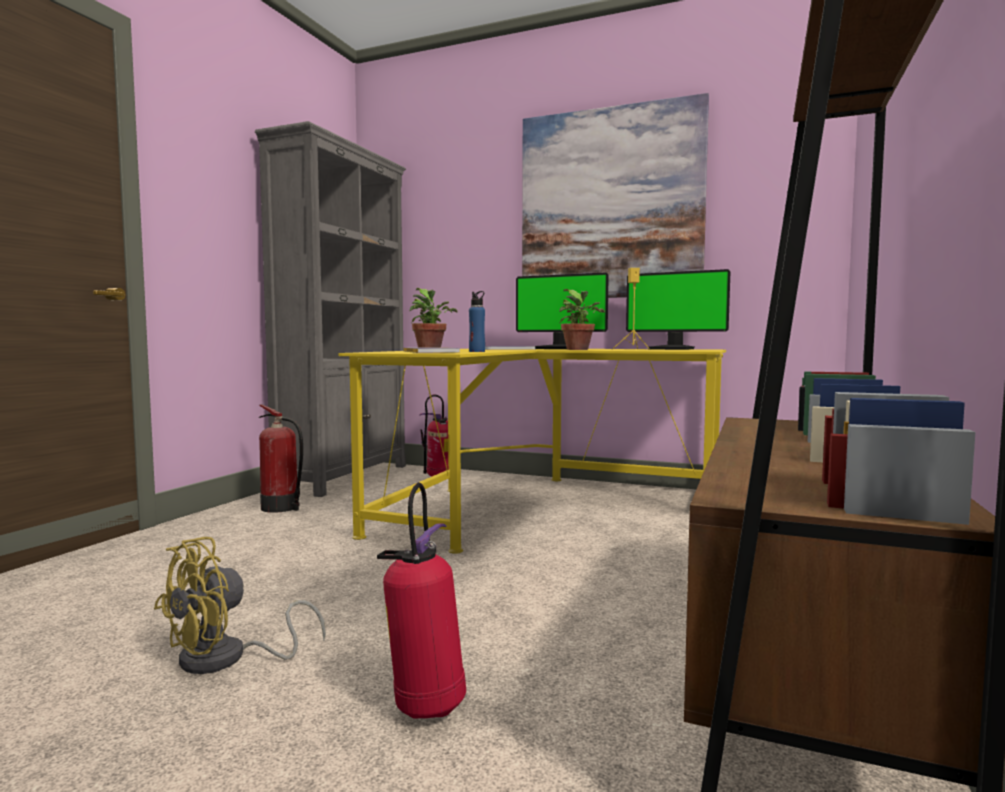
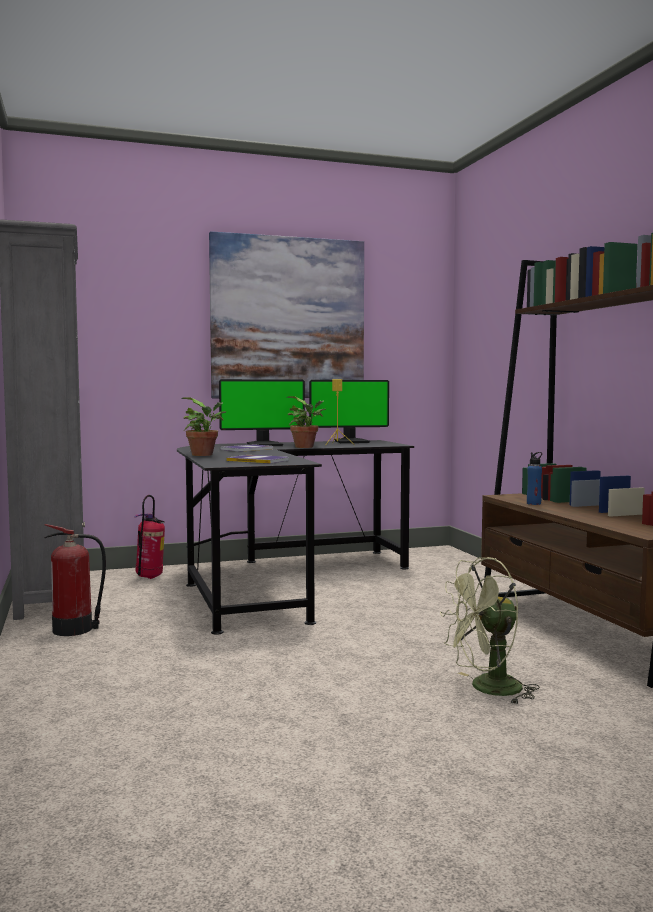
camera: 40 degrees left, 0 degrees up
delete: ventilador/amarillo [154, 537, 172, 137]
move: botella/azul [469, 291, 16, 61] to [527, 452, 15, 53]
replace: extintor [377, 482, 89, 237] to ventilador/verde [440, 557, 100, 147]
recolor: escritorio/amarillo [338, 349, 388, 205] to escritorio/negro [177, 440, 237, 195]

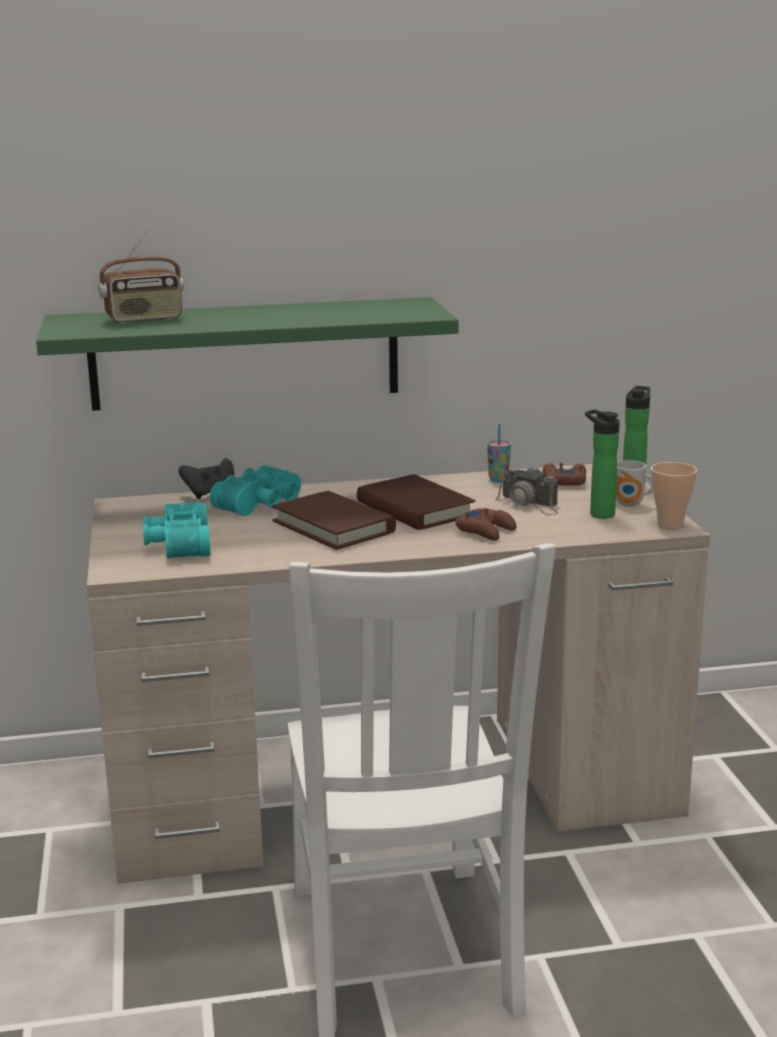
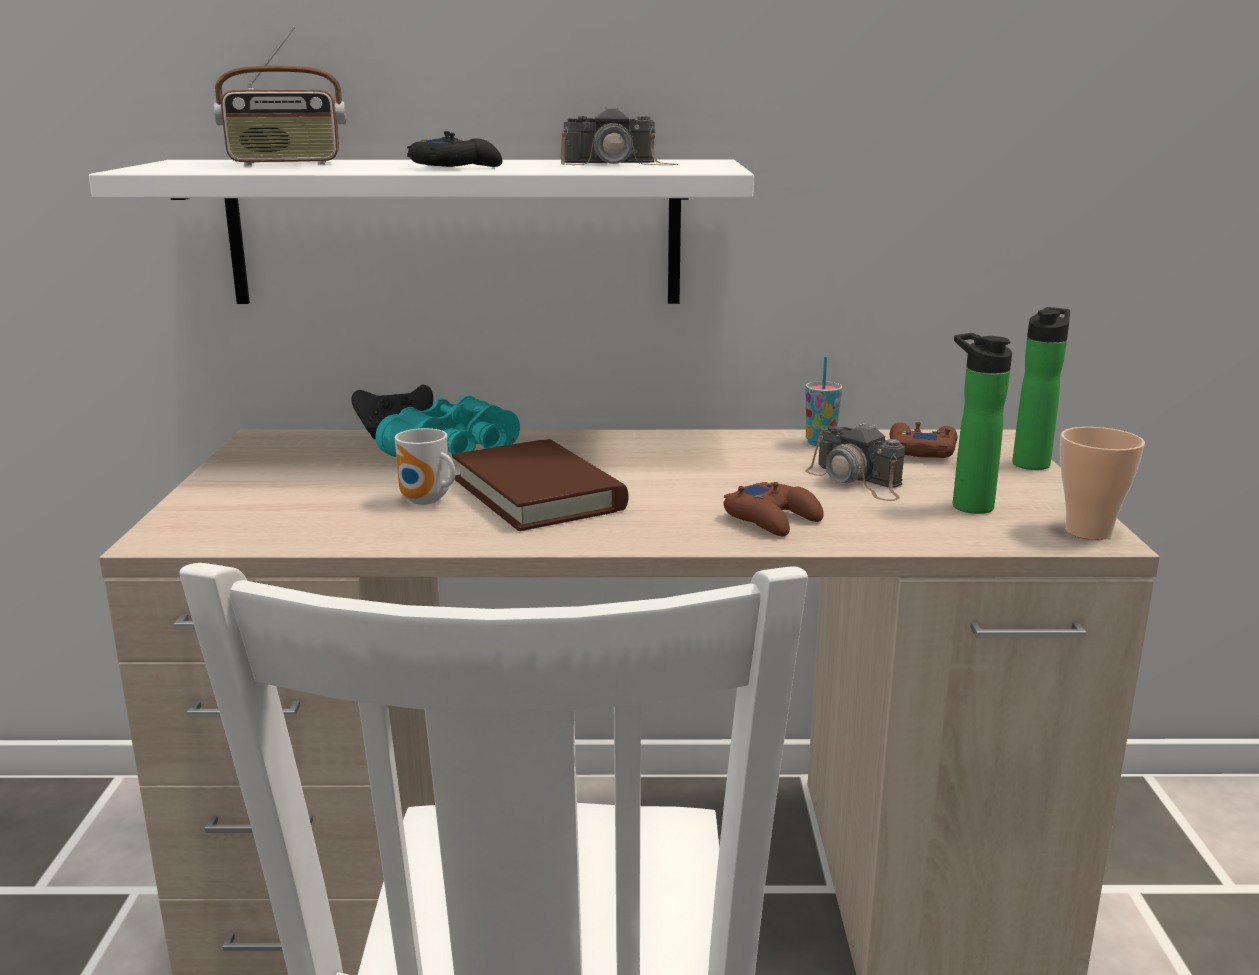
camera: 10 degrees right, 0 degrees up
delete: prismáticos/turquesa [143, 502, 68, 57]; libro/marrón [357, 474, 118, 56]
insert: mando de consola/negro [407, 131, 95, 36]; cámara [561, 107, 117, 58]
move: taza grande [616, 460, 36, 47] to [395, 428, 60, 77]
recolor: estante/verde [36, 297, 423, 114] to estante/blanco [89, 160, 665, 144]

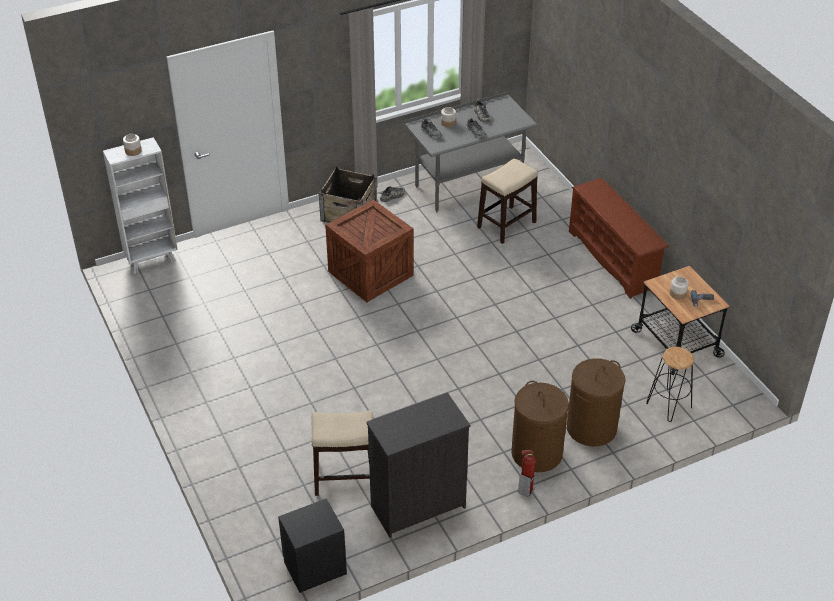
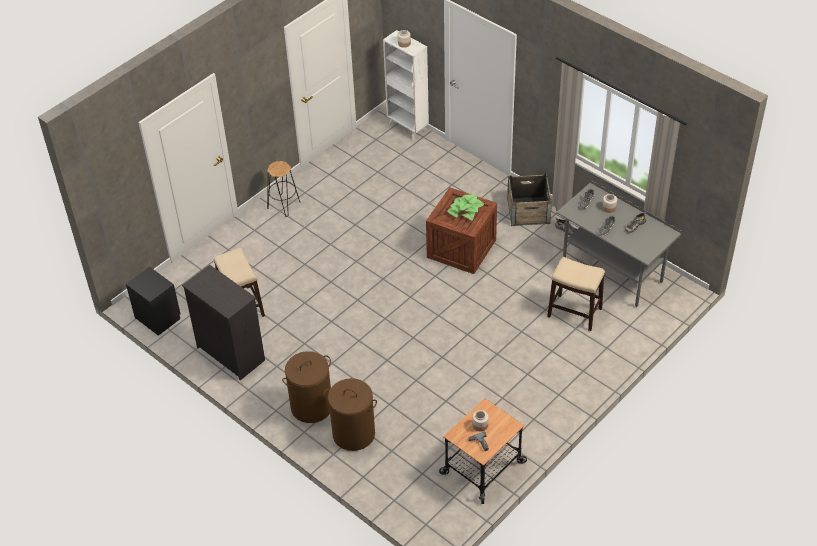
camera: 70 degrees right, 5 degrees up
delete: extintor [518, 450, 17, 47]; zapatero/marrón [569, 178, 100, 121]
insert: planta en maceta [447, 195, 37, 25]
move: taburete/negro [646, 347, 49, 75] to [267, 161, 33, 56]

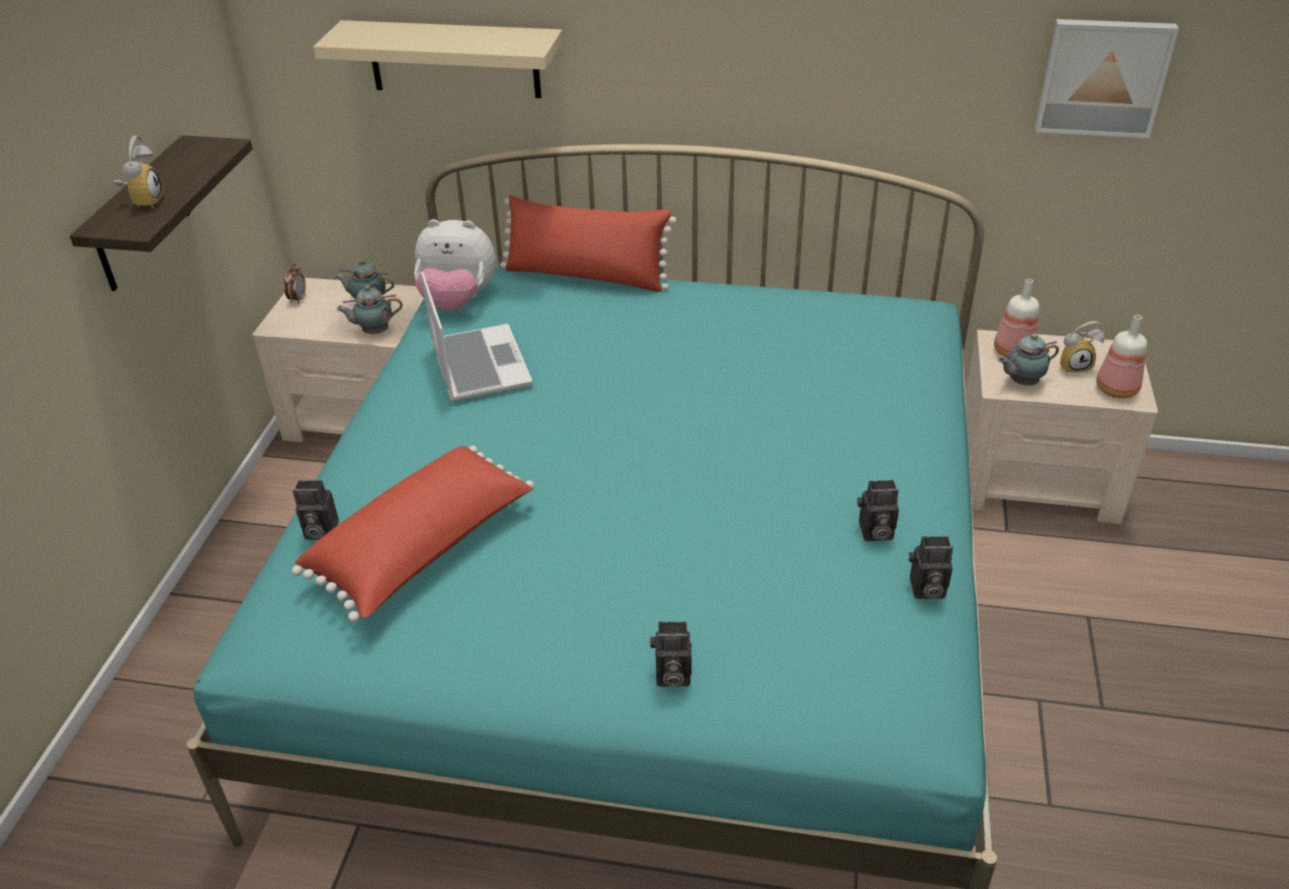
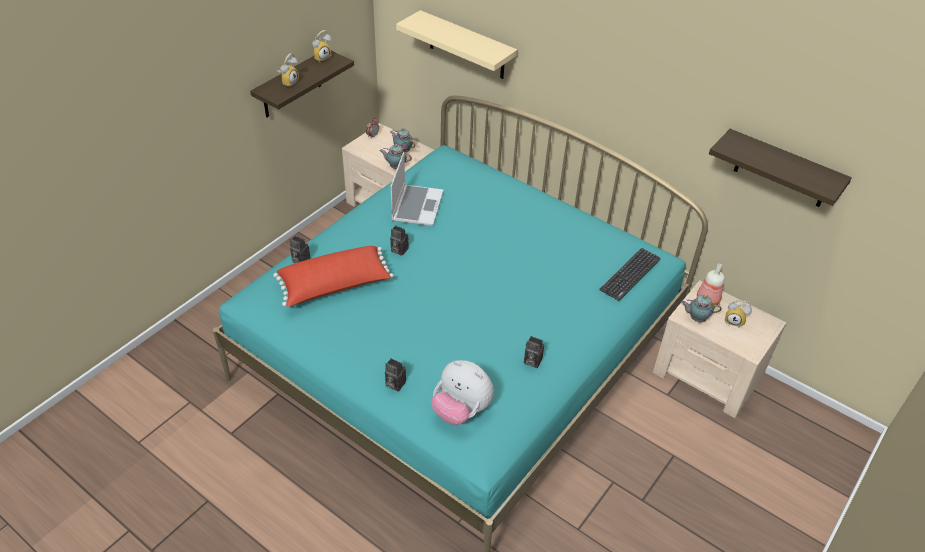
camera: 25 degrees right, 5 degrees up
delete: cojín/rojo [500, 195, 176, 97]; botella [1096, 315, 51, 83]
insert: despertador [312, 30, 20, 32]; teclado [599, 248, 62, 53]
move: peluche [414, 219, 82, 92] to [431, 360, 63, 65]; cámara [909, 536, 44, 63] to [390, 226, 19, 30]
replace: cuadro [1035, 19, 144, 119] to estante [709, 129, 143, 78]

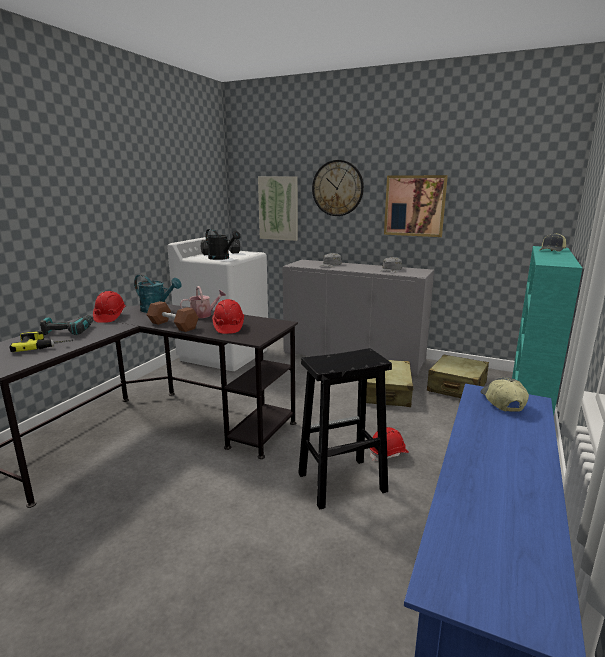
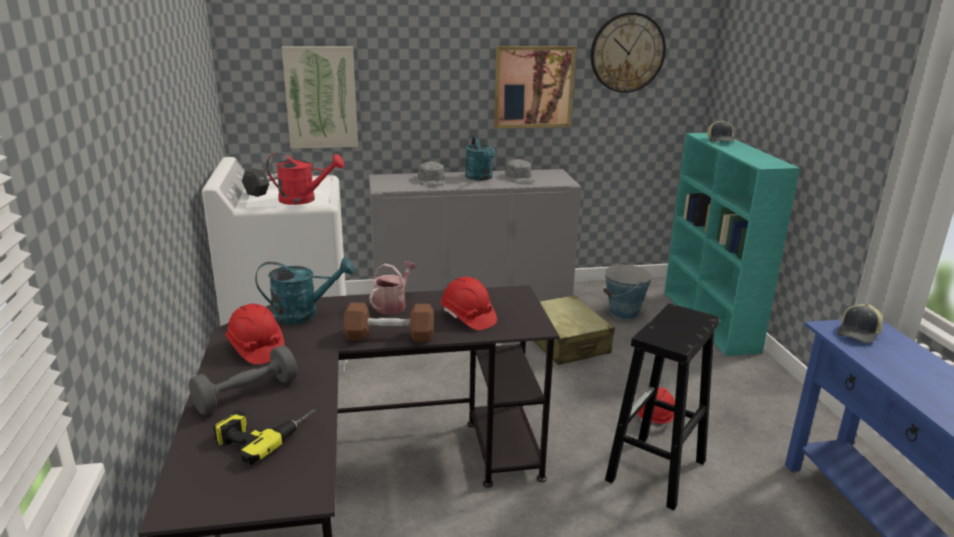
camera: 35 degrees left, 5 degrees up
insert: regadera/turquesa [465, 136, 31, 45]
move: reloj de pared [312, 160, 52, 56] to [590, 12, 76, 81]
replace: taladro [40, 315, 54, 20] to mancuerna/gris [189, 345, 108, 70]; maleta/beis [427, 355, 62, 43] to cubo [603, 263, 49, 57]
recolor: regadera/negro [205, 229, 35, 31] to regadera/rojo [266, 153, 78, 52]
rotate: gorra [481, 377, 48, 35] = [837, 304, 46, 40] 105 degrees counterclockwise

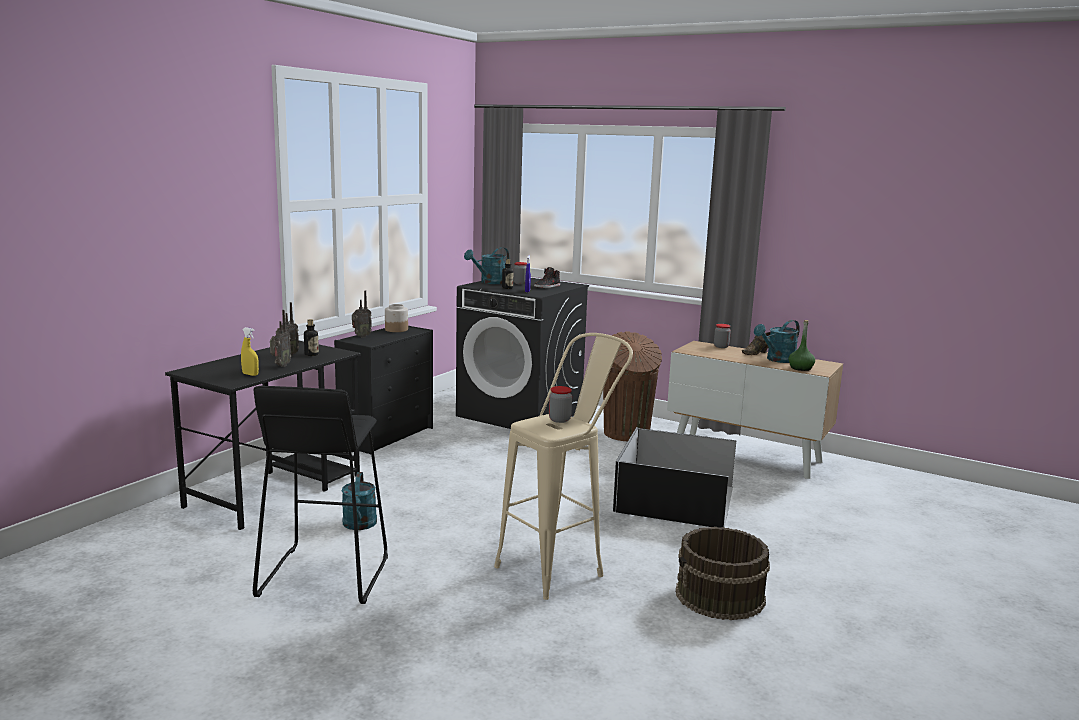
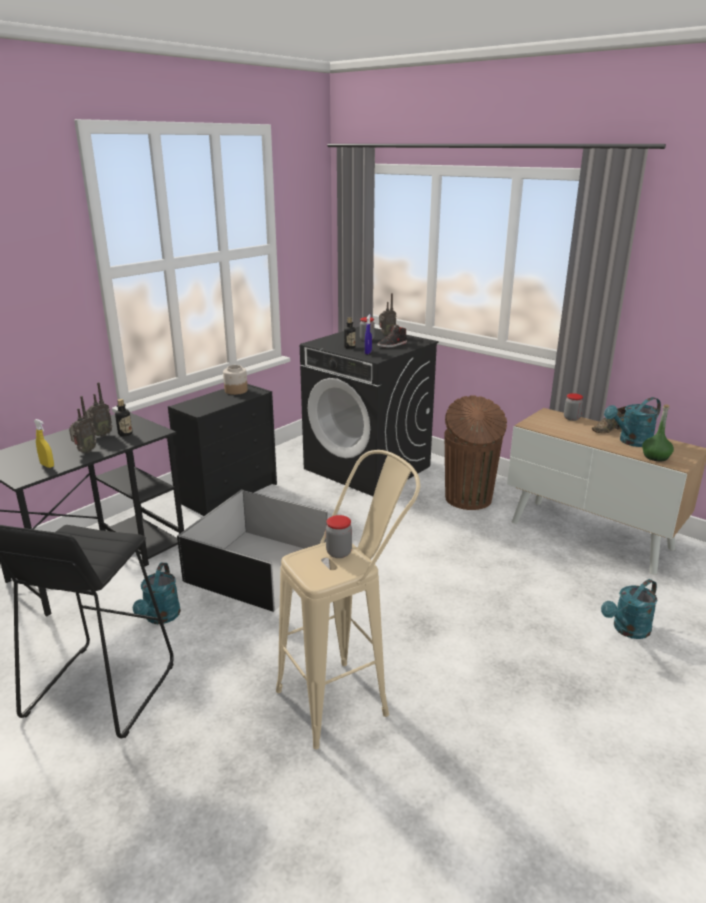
camera: 10 degrees right, 10 degrees up
delete: cubo/marrón [676, 527, 94, 93]
move: radio [352, 291, 20, 47] to [379, 293, 17, 43]; regadera/turquesa [464, 247, 45, 37] to [601, 579, 56, 60]; caja de almacenaje/negro [613, 427, 123, 101] to [177, 489, 151, 123]

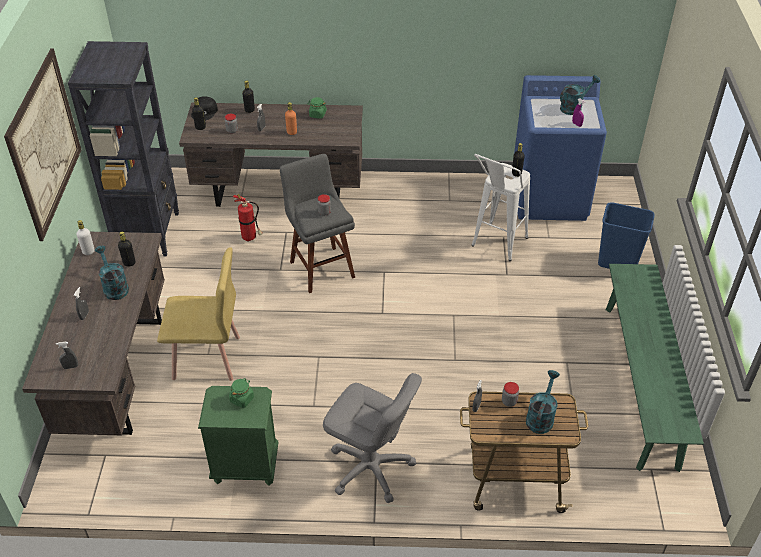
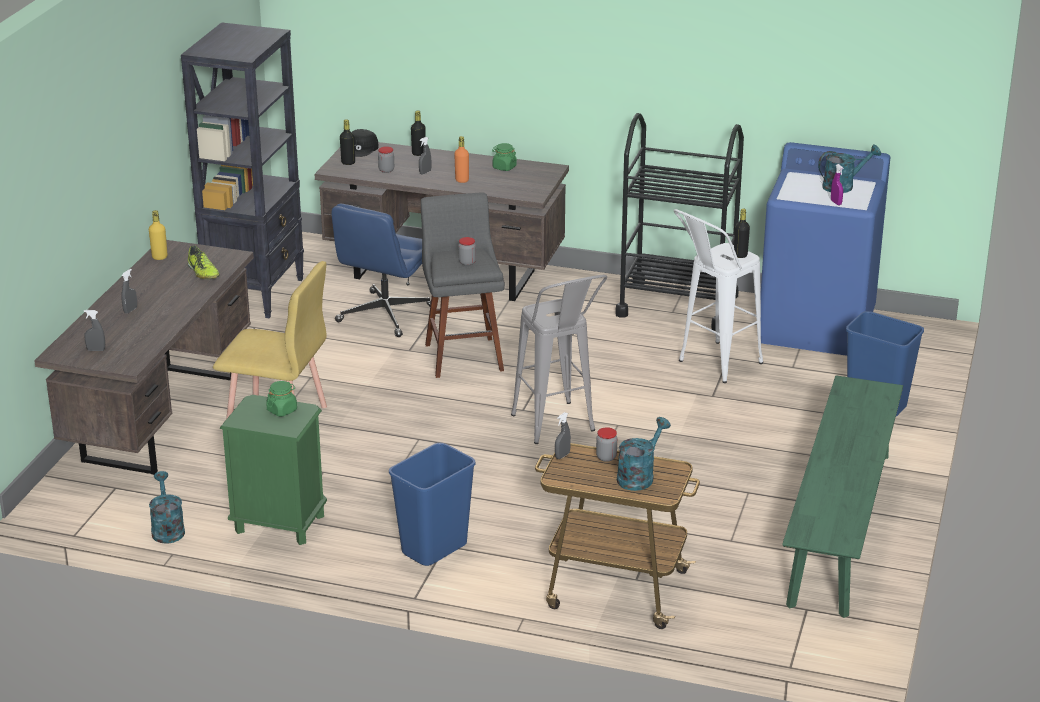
camera: 15 degrees right, 15 degrees down
delete: cuadro [4, 48, 77, 193]
insert: taburete/gris [511, 275, 96, 169]; carrito/negro [615, 113, 129, 218]
move: regadera/turquesa [95, 246, 34, 54] to [149, 471, 36, 73]
replace: botella/negro [118, 232, 17, 35] to zapato [188, 245, 31, 34]; extintor [233, 194, 30, 48] to silla de oficina/azul [332, 204, 99, 133]; silla de oficina/gris [323, 373, 99, 130] to papelera/azul [389, 443, 87, 123]
recolor: botella/blanco [76, 220, 19, 35] to botella/amarillo [149, 210, 19, 50]

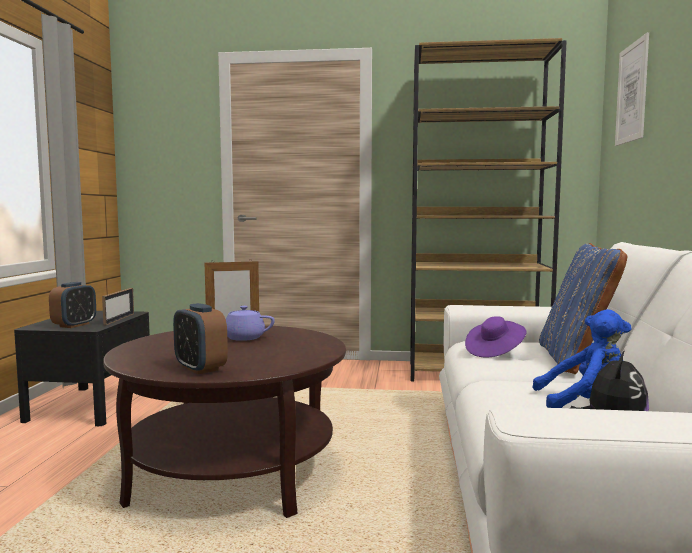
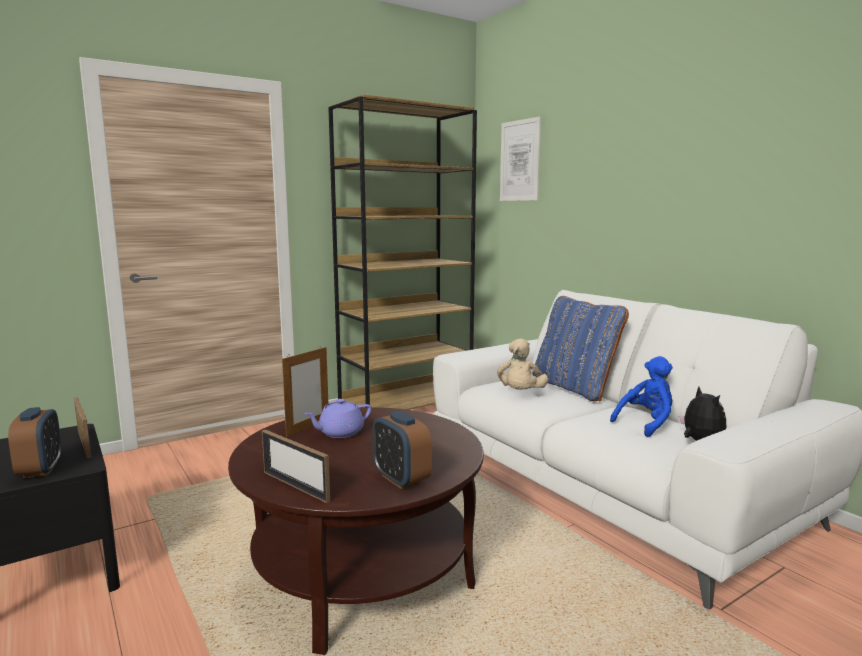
camera: 40 degrees left, 5 degrees up
insert: portarretratos [262, 430, 68, 73]
replace: sombrero/morado [465, 316, 62, 42] to peluche/beis [497, 339, 51, 51]
rotate: despertador [173, 303, 55, 71] = [372, 411, 60, 78] 45 degrees clockwise

